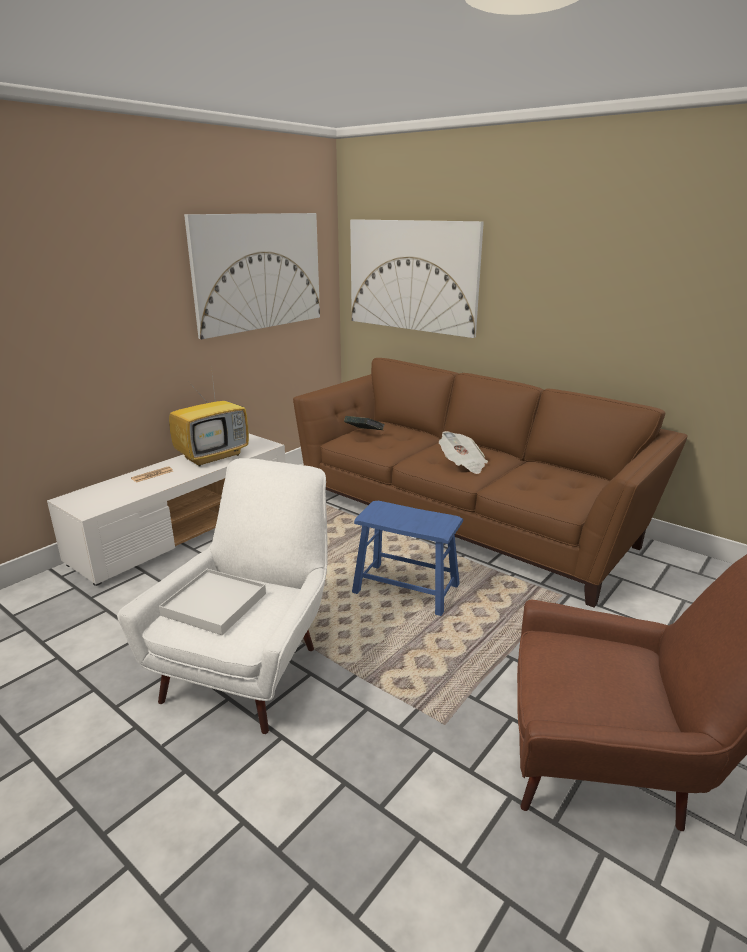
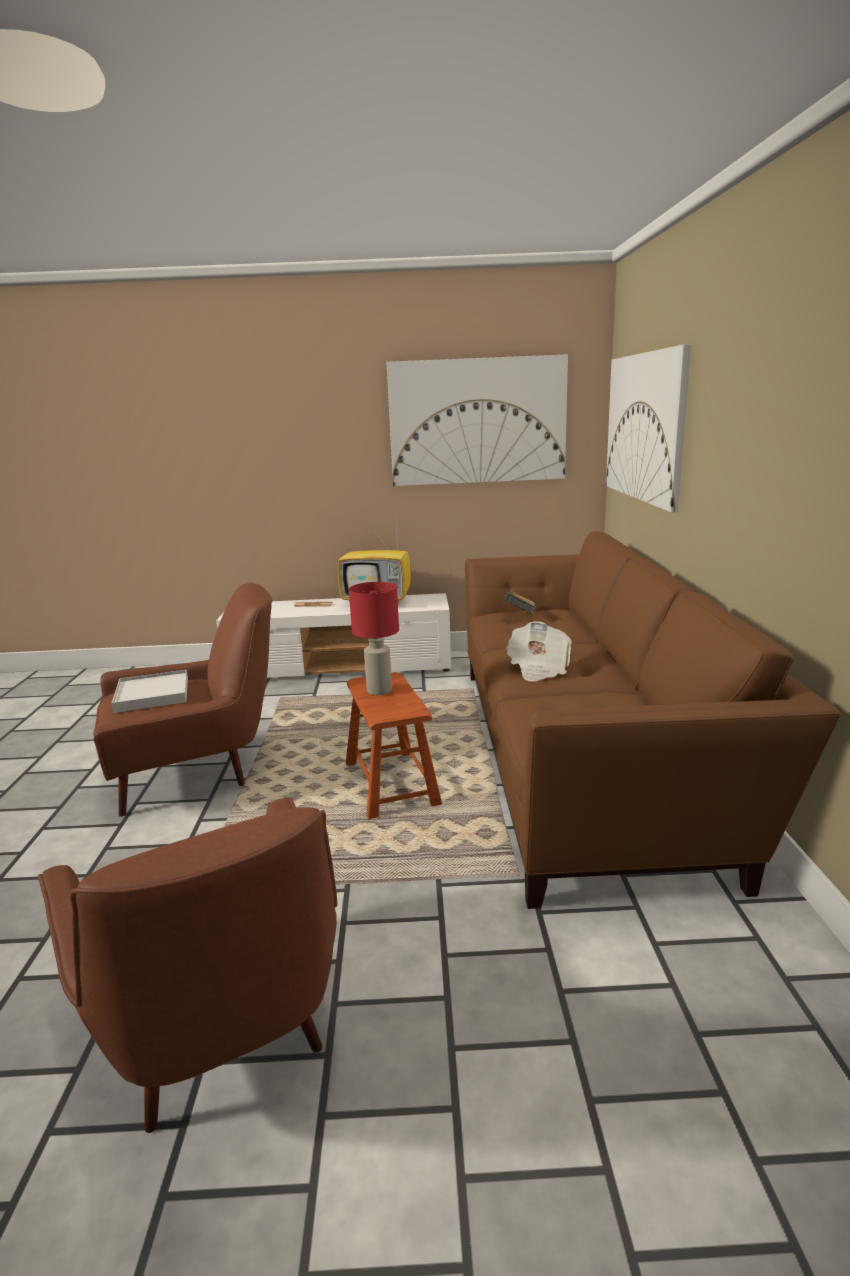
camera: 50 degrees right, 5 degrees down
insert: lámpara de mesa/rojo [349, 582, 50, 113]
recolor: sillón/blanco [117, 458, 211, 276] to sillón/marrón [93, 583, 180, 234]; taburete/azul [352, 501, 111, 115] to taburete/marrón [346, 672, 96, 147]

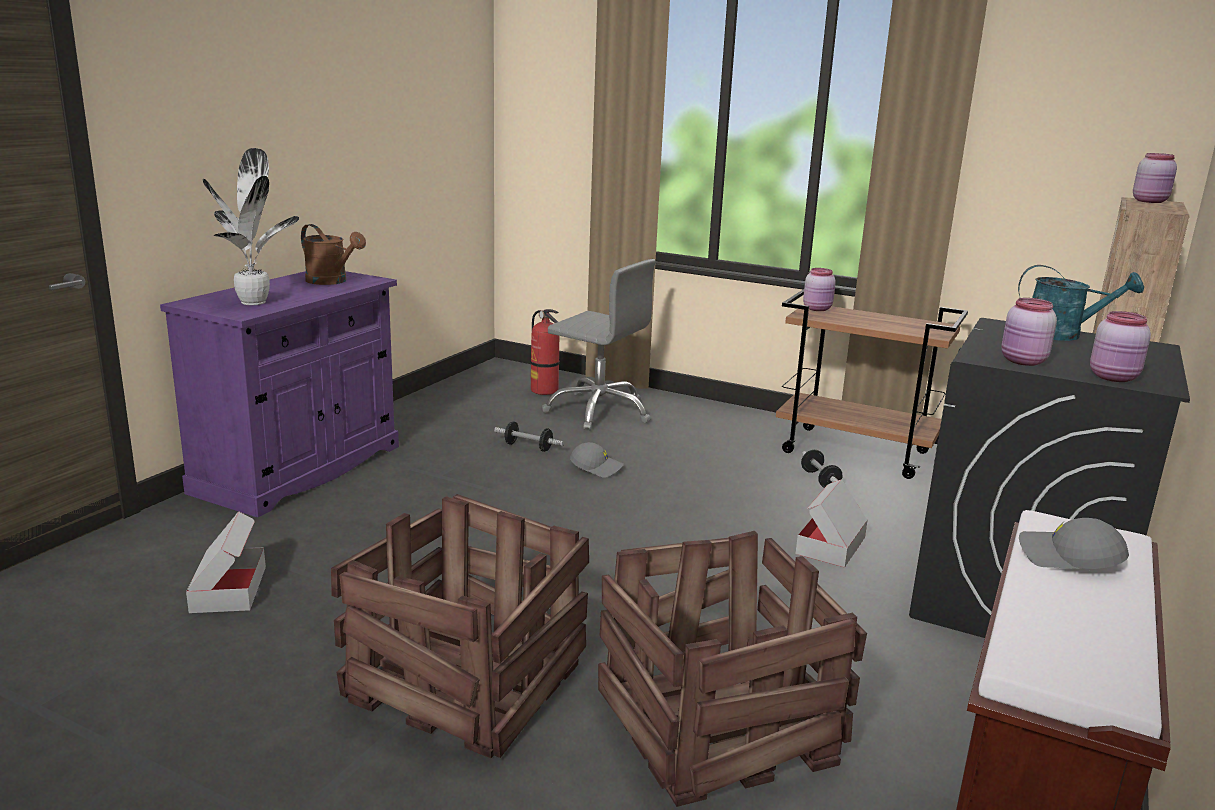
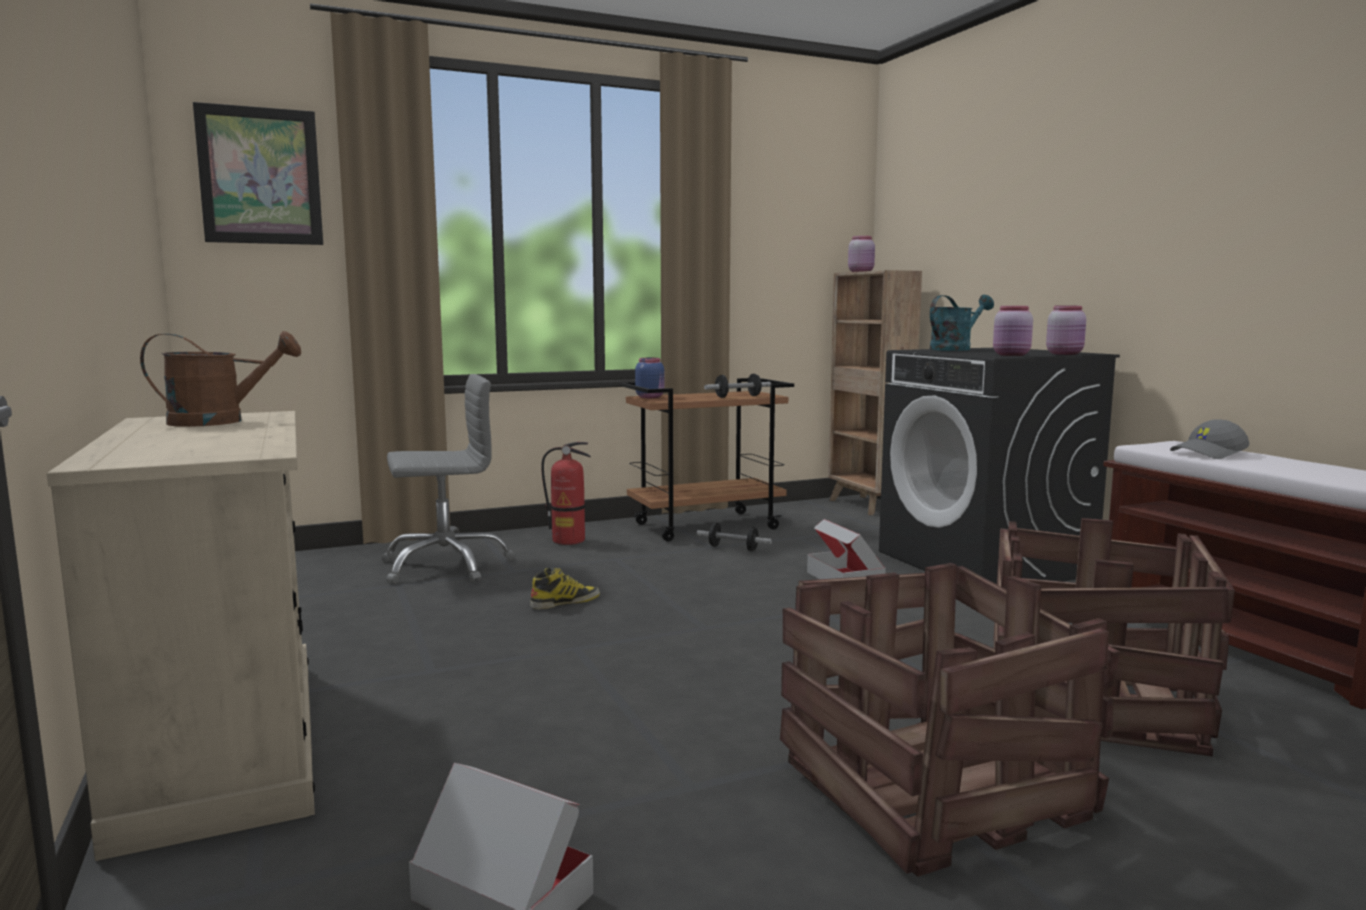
camera: 50 degrees left, 10 degrees down
delete: planta en maceta [203, 148, 96, 157]
insert: cuadro [193, 102, 130, 143]
move: mancuerna [494, 421, 70, 31] to [704, 374, 67, 24]; extintor [531, 309, 28, 86] to [541, 442, 50, 103]
replace: gorra/gris [570, 442, 54, 36] to bota [530, 568, 70, 41]
recolor: armario/morado [160, 271, 239, 246] to armario/beis [47, 411, 268, 450]; tarro/rosa [803, 268, 33, 43] to tarro/azul [635, 358, 29, 40]

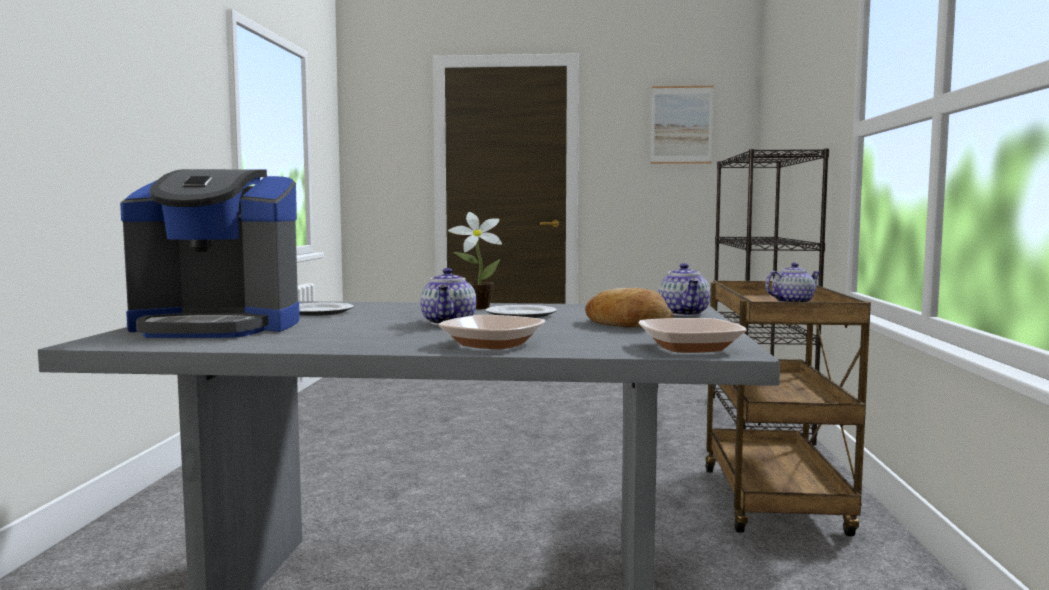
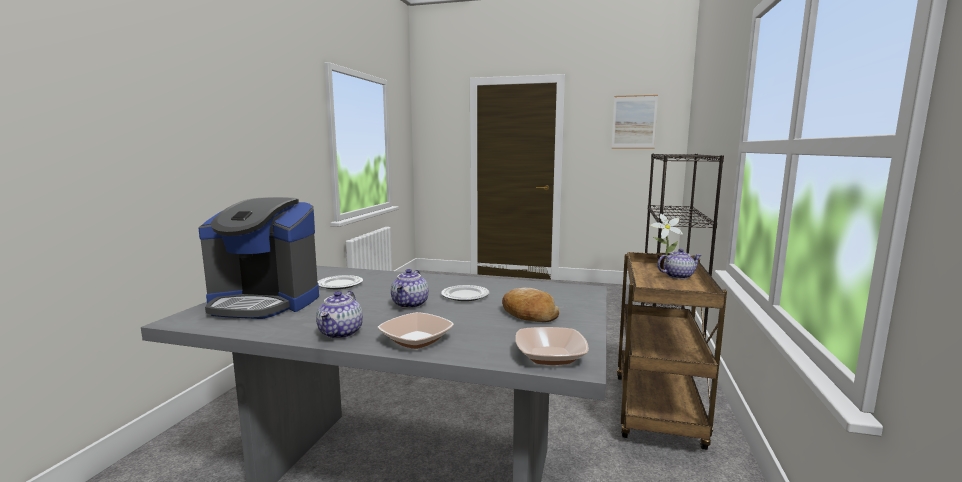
camera: 10 degrees right, 5 degrees up
move: planta en maceta [448, 212, 54, 97] to [651, 214, 32, 55]; tetera [658, 263, 52, 53] to [316, 291, 47, 48]

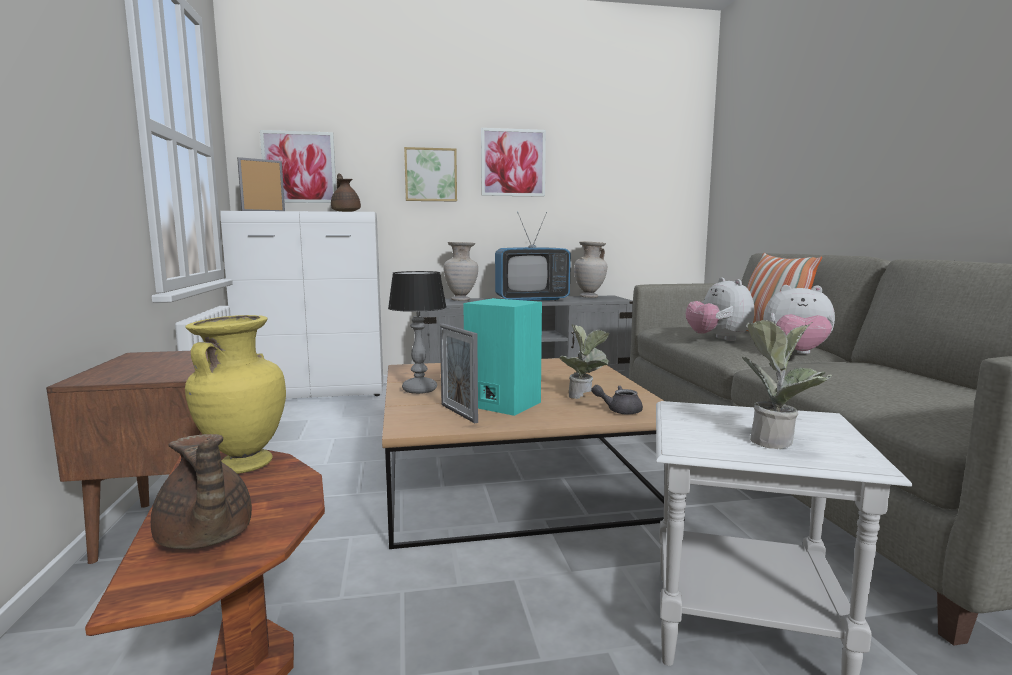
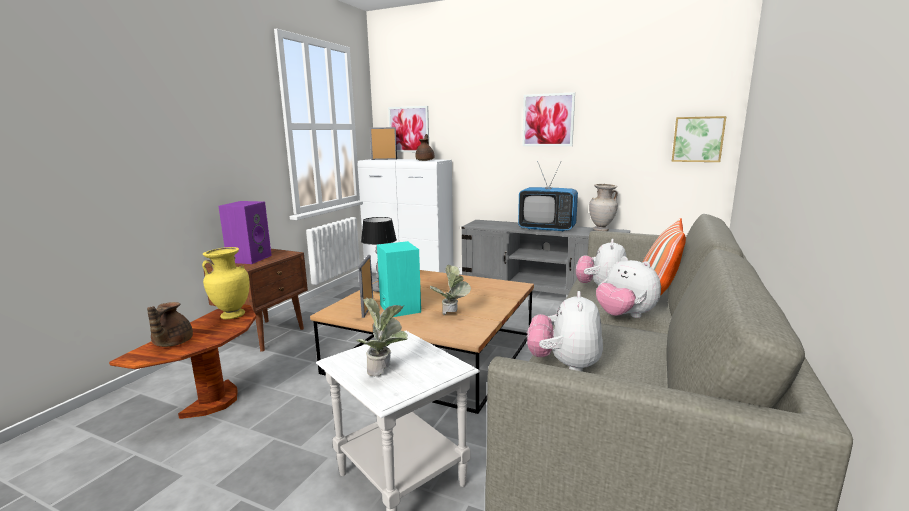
camera: 35 degrees right, 5 degrees up
delete: florero/beis [444, 242, 34, 59]; tetera/gris [591, 385, 52, 30]
insert: altavoz/morado [218, 201, 54, 63]; peluche [527, 291, 76, 80]
move: cuadro [404, 147, 53, 55] to [672, 116, 54, 46]

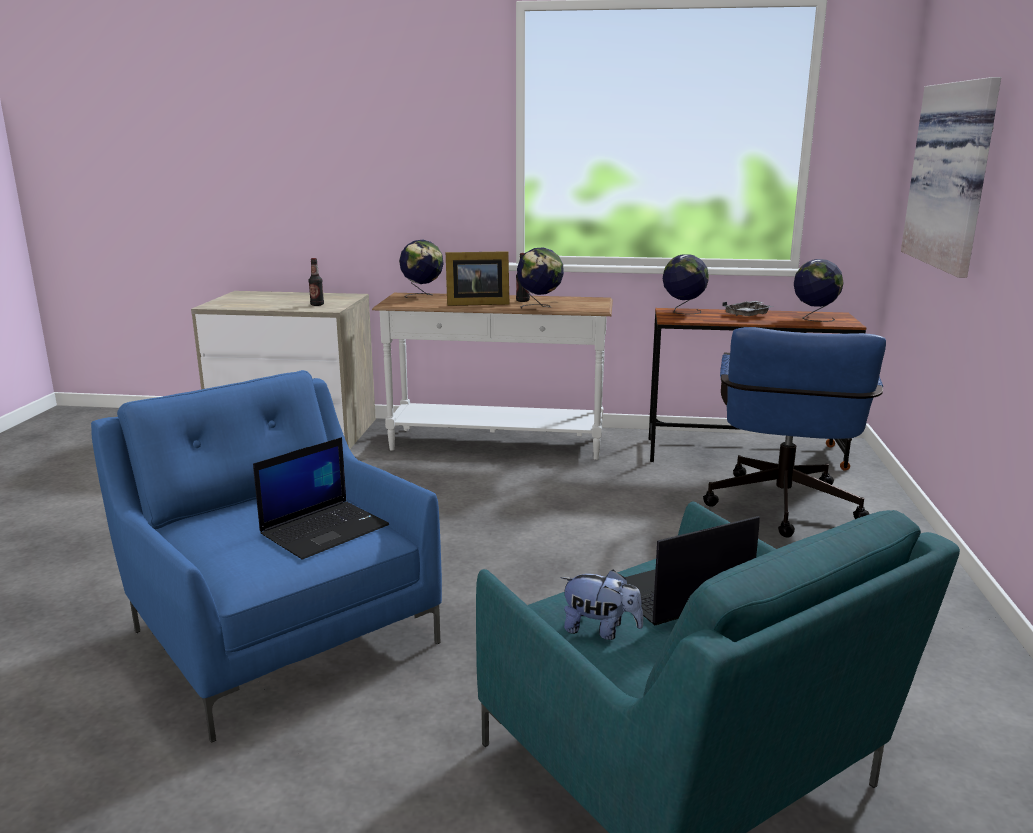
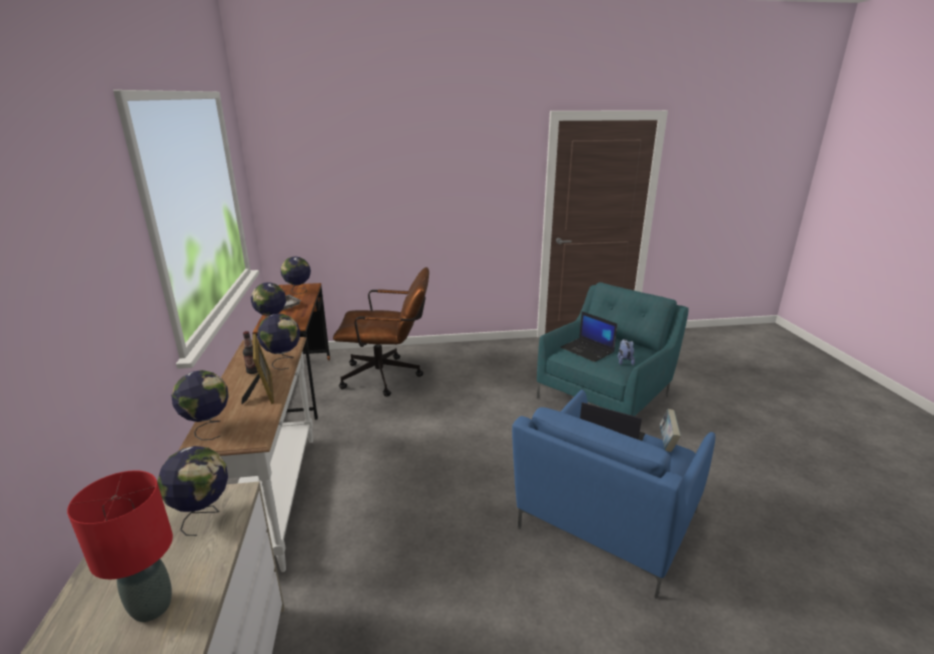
camera: 105 degrees left, 5 degrees up
delete: cuadro [901, 77, 100, 201]
insert: lámpara de mesa/rojo [67, 470, 106, 152]; libro [660, 409, 21, 43]
replace: botella [308, 258, 16, 48] to globo terráqueo [157, 446, 71, 90]
recolor: silla de oficina/azul [703, 327, 183, 211] to silla de oficina/marrón [333, 267, 96, 130]

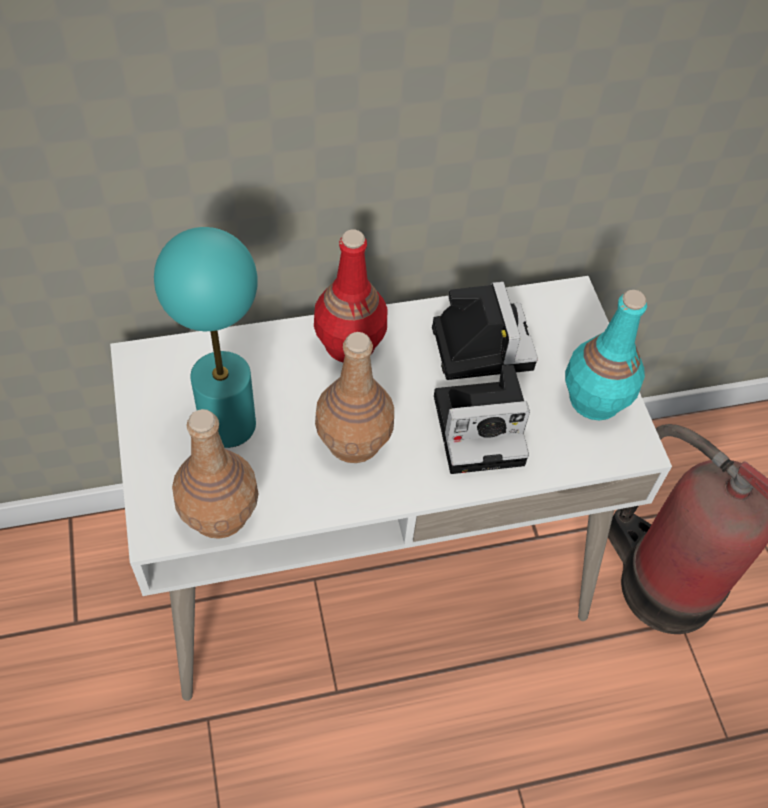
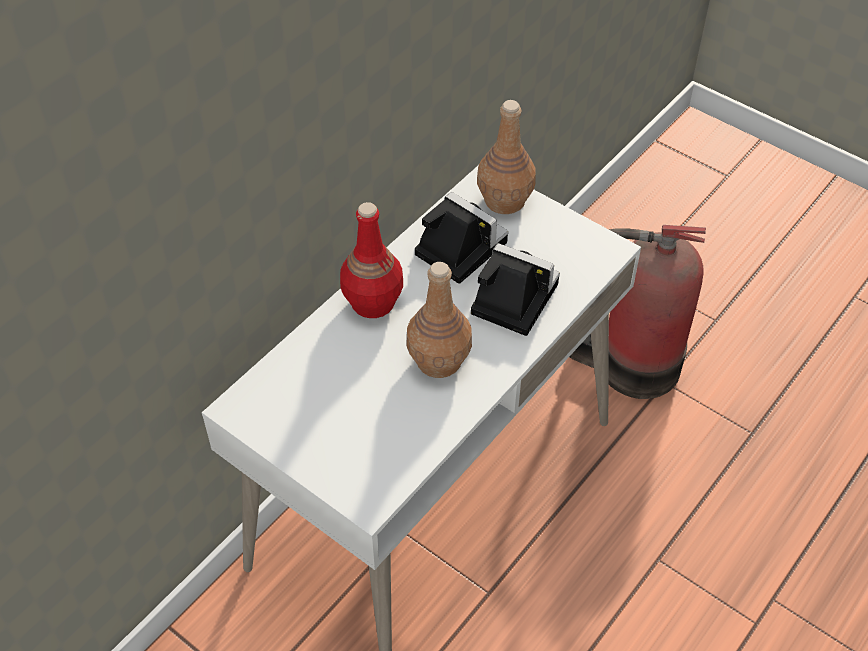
camera: 35 degrees left, 5 degrees down
delete: lámpara de mesa/turquesa [154, 227, 104, 221]; botella/turquesa [565, 290, 82, 130]
move: botella/marrón [172, 409, 87, 130] to [477, 100, 59, 114]
rotate: cámara [434, 365, 96, 109] = [471, 243, 89, 93] 105 degrees counterclockwise

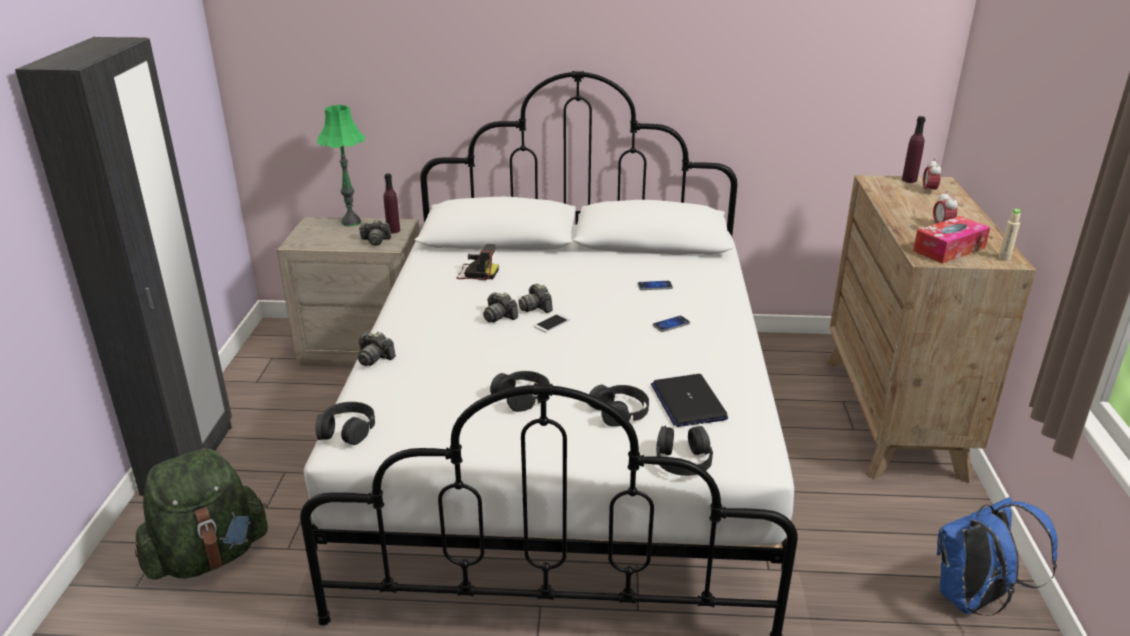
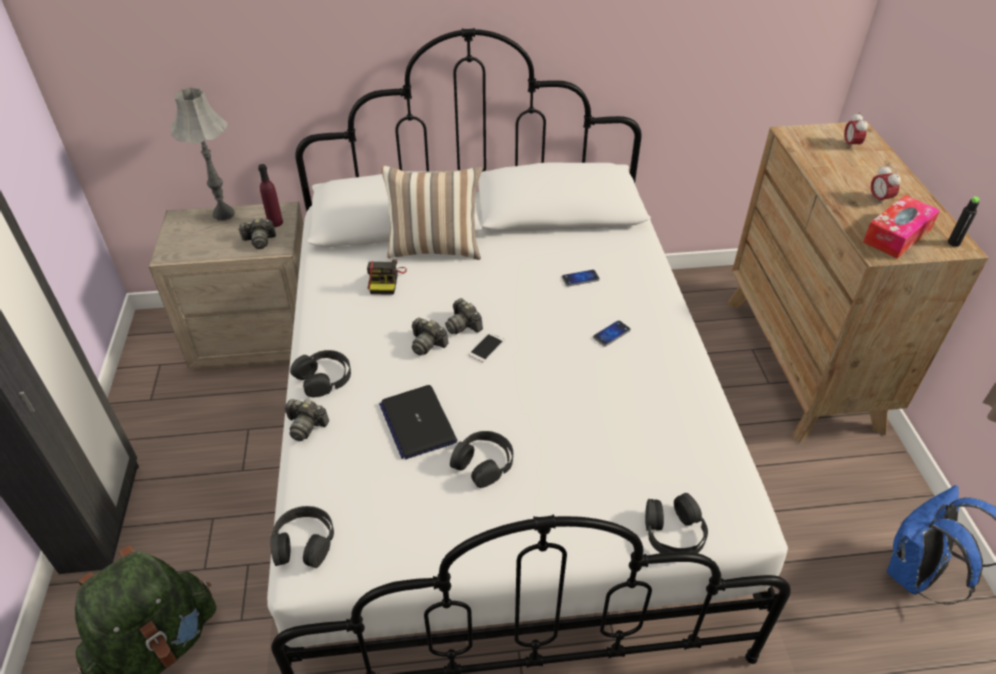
camera: 10 degrees left, 15 degrees up
delete: botella/morado [902, 116, 23, 67]
insert: cojín [381, 165, 101, 95]
move: auriculares/negro [588, 385, 61, 42] to [290, 350, 61, 47]; portátil [651, 374, 77, 53] to [379, 385, 78, 74]
recolor: lámpara de mesa/verde [317, 105, 48, 121] to lámpara de mesa/gris [171, 87, 64, 134]; botella/beis [998, 209, 22, 52] to botella/negro [948, 196, 32, 51]
rotate: cámara [457, 244, 42, 36] = [367, 259, 40, 36] 90 degrees clockwise

